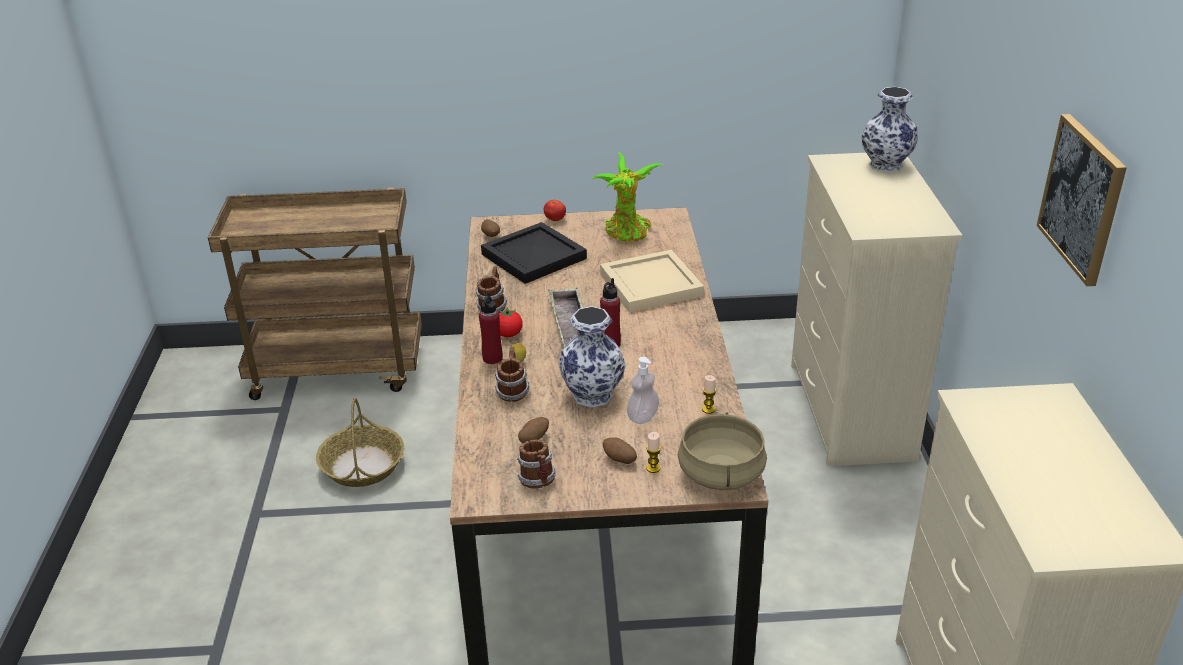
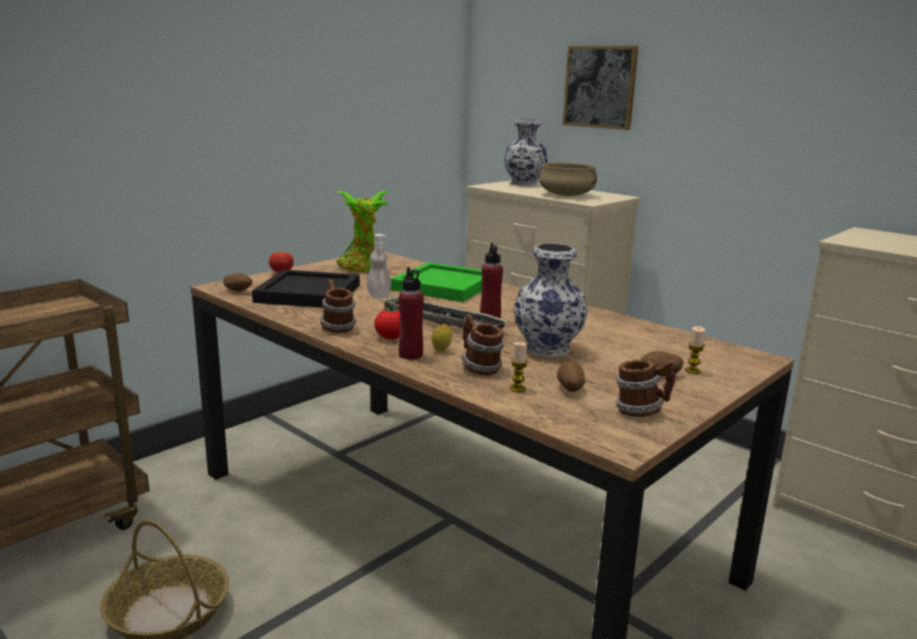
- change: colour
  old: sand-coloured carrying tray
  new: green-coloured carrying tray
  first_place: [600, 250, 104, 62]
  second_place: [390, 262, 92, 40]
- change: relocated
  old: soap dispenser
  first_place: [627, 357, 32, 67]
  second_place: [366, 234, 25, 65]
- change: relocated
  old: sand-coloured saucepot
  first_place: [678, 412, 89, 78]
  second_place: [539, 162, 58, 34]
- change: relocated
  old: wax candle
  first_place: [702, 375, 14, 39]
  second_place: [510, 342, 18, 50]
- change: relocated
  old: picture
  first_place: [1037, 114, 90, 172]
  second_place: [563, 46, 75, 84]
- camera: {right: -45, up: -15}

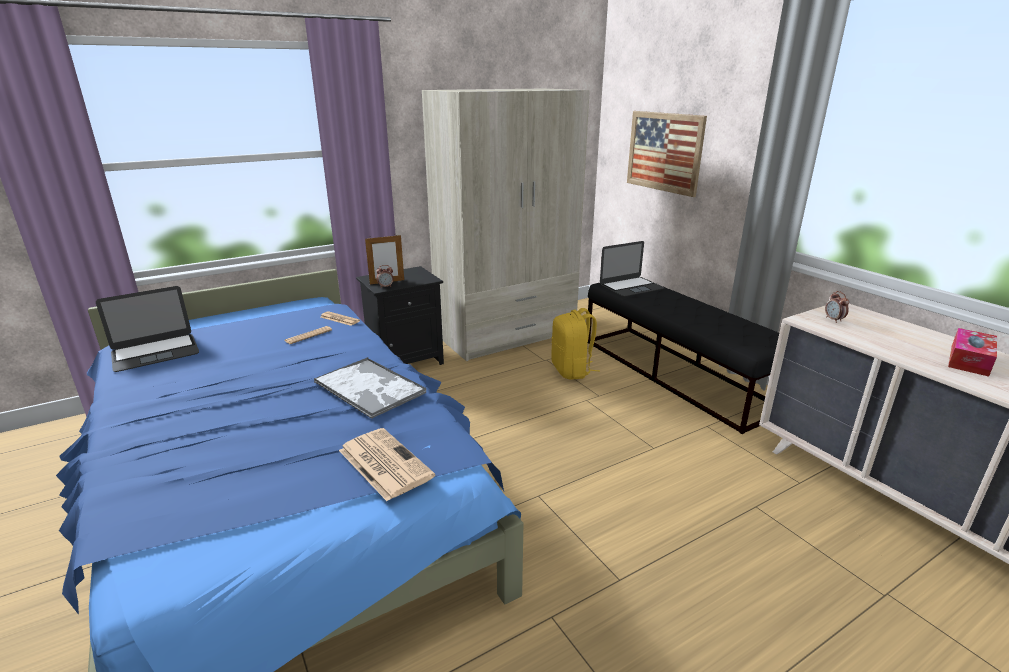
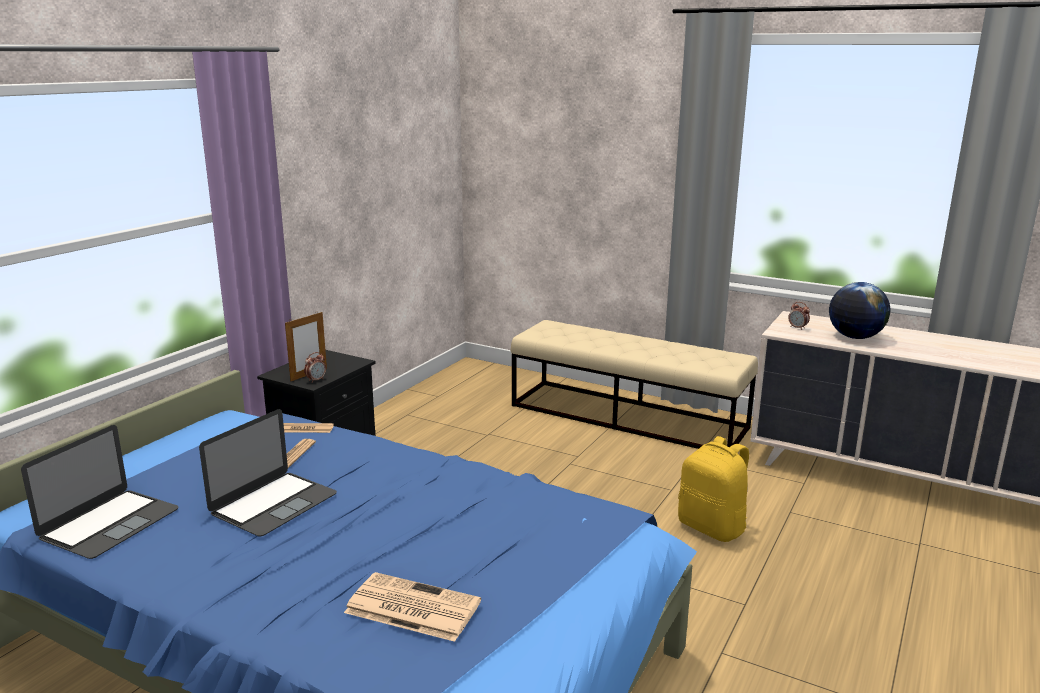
- change: missing
  old: carrying tray
  first_place: [314, 357, 113, 62]
- change: relocated
  old: daily paper
  first_place: [339, 428, 96, 73]
  second_place: [344, 572, 137, 70]
- change: missing
  old: sand-coloured wardrobe
  first_place: [422, 89, 168, 272]
- change: relocated
  old: yellow-coloured backpack
  first_place: [551, 308, 49, 72]
  second_place: [678, 436, 71, 106]
- change: colour
  old: blackish long seat
  new: sand-coloured long seat
  first_place: [588, 283, 191, 151]
  second_place: [511, 320, 247, 129]
- change: relocated
  old: portable computer
  first_place: [600, 241, 65, 56]
  second_place: [199, 409, 138, 127]
- change: missing
  old: picture
  first_place: [627, 111, 80, 86]
- change: missing
  old: box of tissues
  first_place: [948, 328, 49, 49]
- change: appeared
  new: world globe
  second_place: [829, 282, 62, 57]
- camera: {right: -30, up: -5}

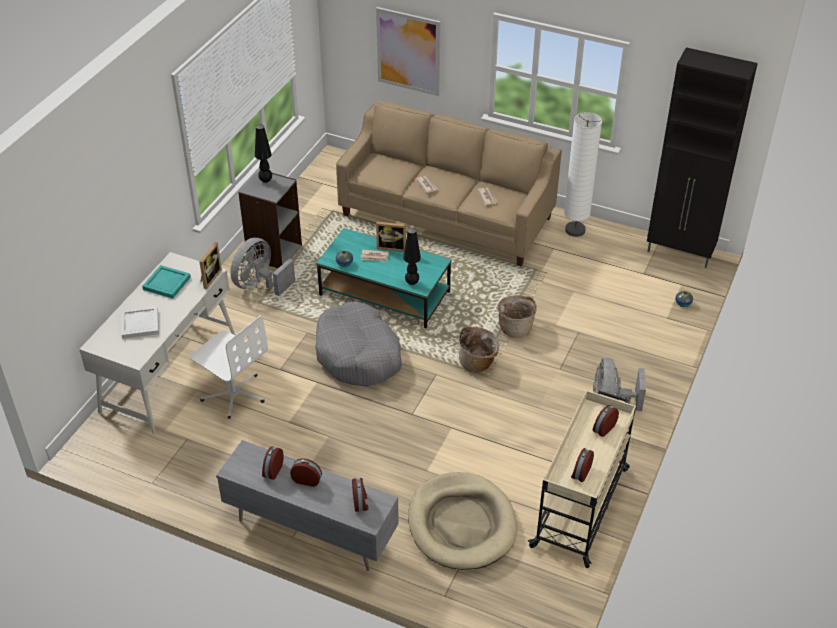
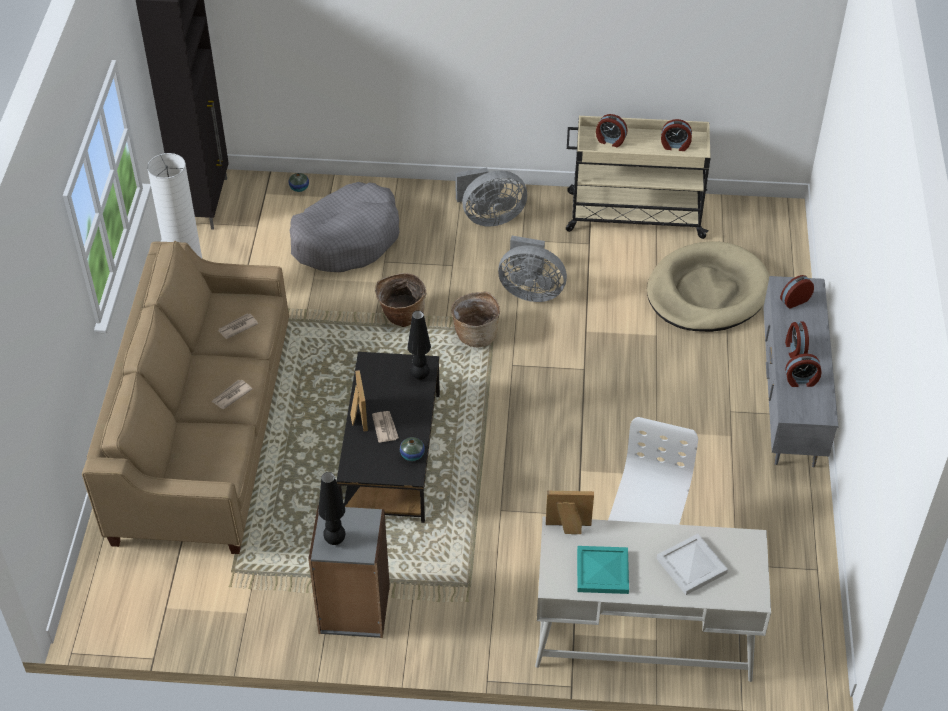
- change: relocated
  old: gray fan
  first_place: [230, 237, 65, 59]
  second_place: [498, 236, 69, 66]
- change: colour
  old: turquoise-coloured lounge table
  new: blackish lounge table
  first_place: [316, 228, 136, 100]
  second_place: [336, 352, 104, 171]
- change: relocated
  old: gray dog cushion
  first_place: [316, 301, 86, 86]
  second_place: [290, 182, 110, 90]
- change: missing
  old: picture
  first_place: [376, 7, 64, 89]
- camera: {right: -110, up: 5}

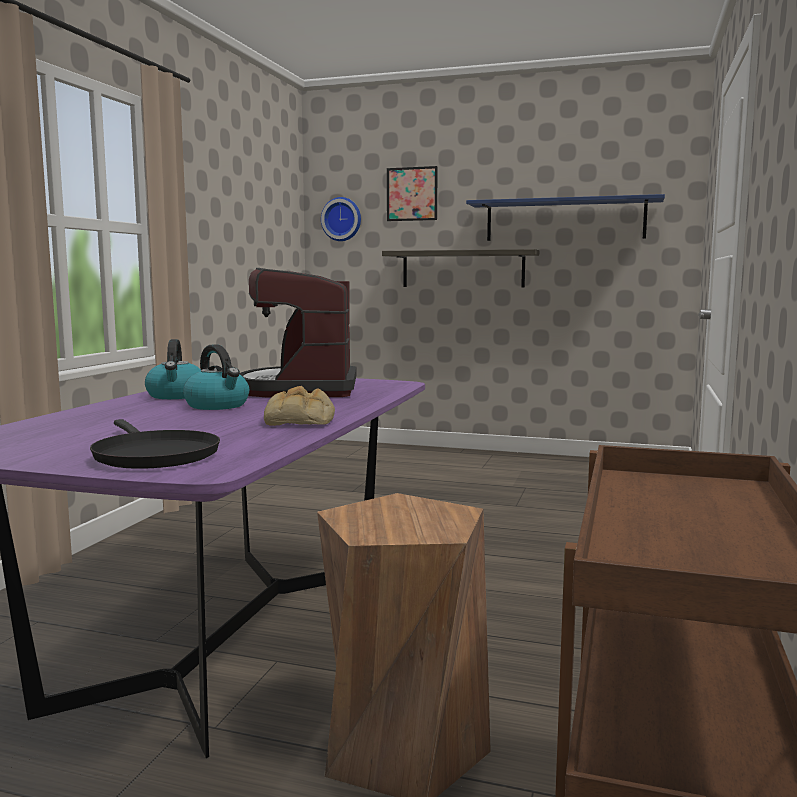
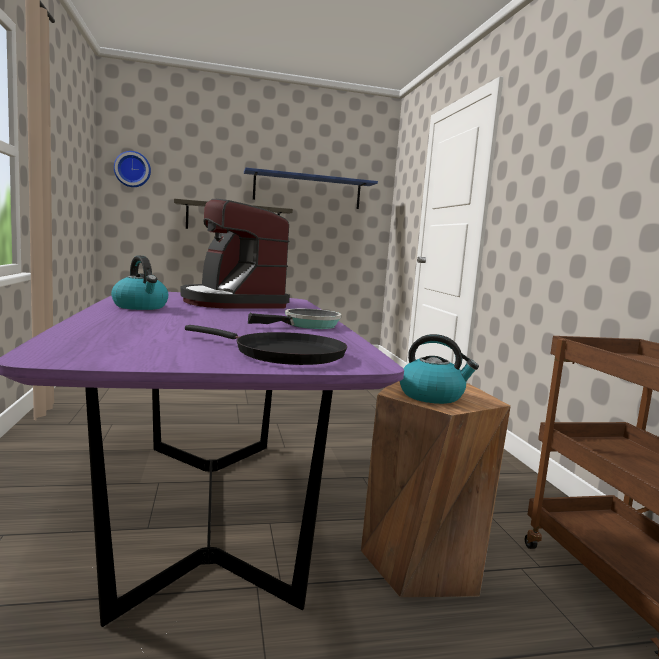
- change: relocated
  old: kettle
  first_place: [183, 344, 66, 66]
  second_place: [400, 334, 79, 70]
- change: exchanged
  old: baked bread
  new: frying pan
  first_place: [264, 386, 71, 40]
  second_place: [248, 308, 94, 21]
- change: missing
  old: picture
  first_place: [387, 166, 51, 55]
- camera: {right: -30, up: 0}

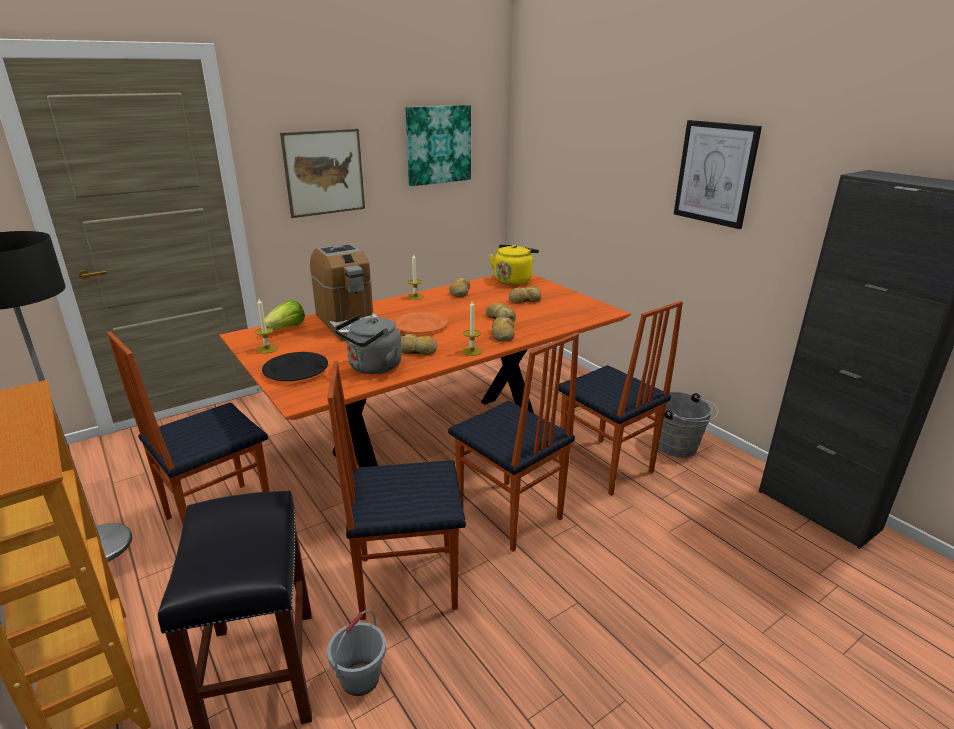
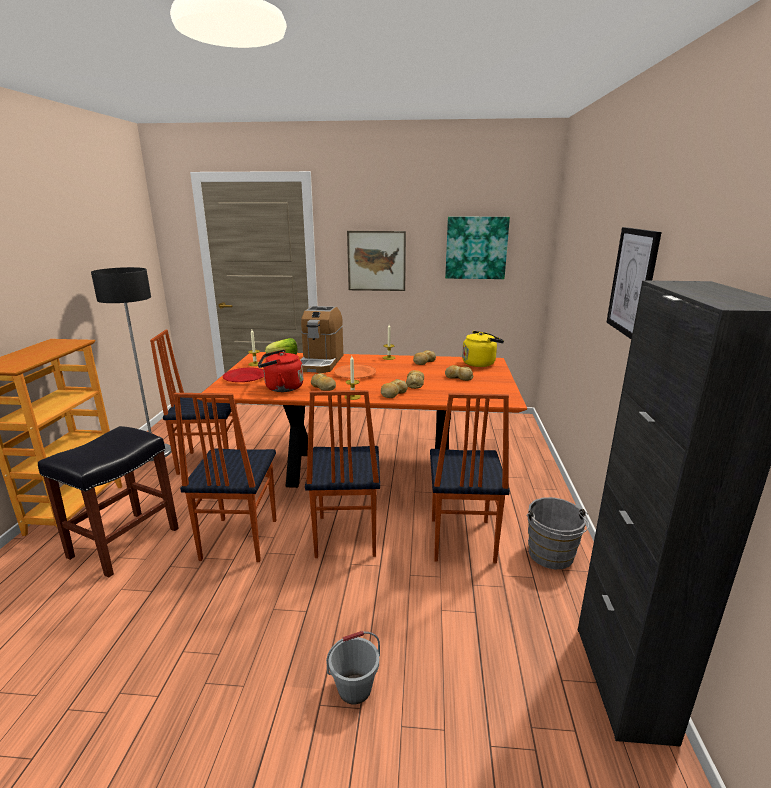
- change: colour
  old: blackish flat dish
  new: red-coloured flat dish
  first_place: [262, 352, 66, 29]
  second_place: [223, 368, 41, 14]
- change: spun
  old: chair
  first_place: [327, 361, 139, 259]
  second_place: [174, 393, 102, 169]
  degrees: -120
- change: relocated
  old: gray bucket
  first_place: [327, 609, 59, 87]
  second_place: [326, 631, 54, 73]
- change: colour
  old: gray kettle
  new: red-coloured kettle
  first_place: [335, 315, 67, 59]
  second_place: [258, 350, 45, 42]
- camera: {right: 40, up: -5}

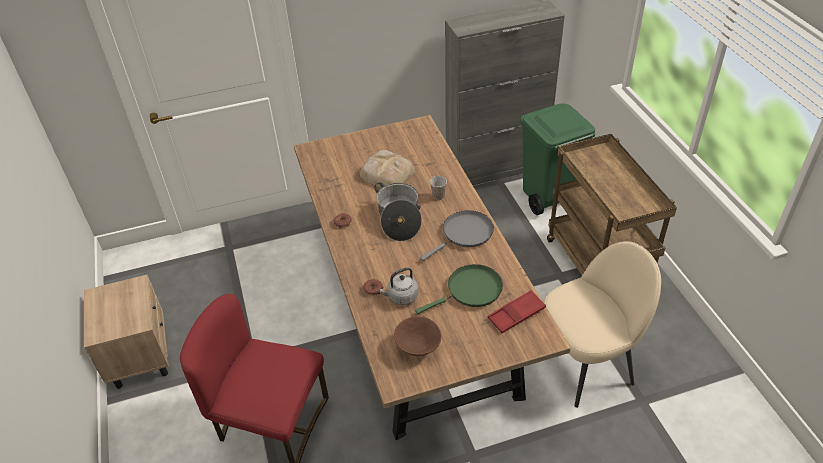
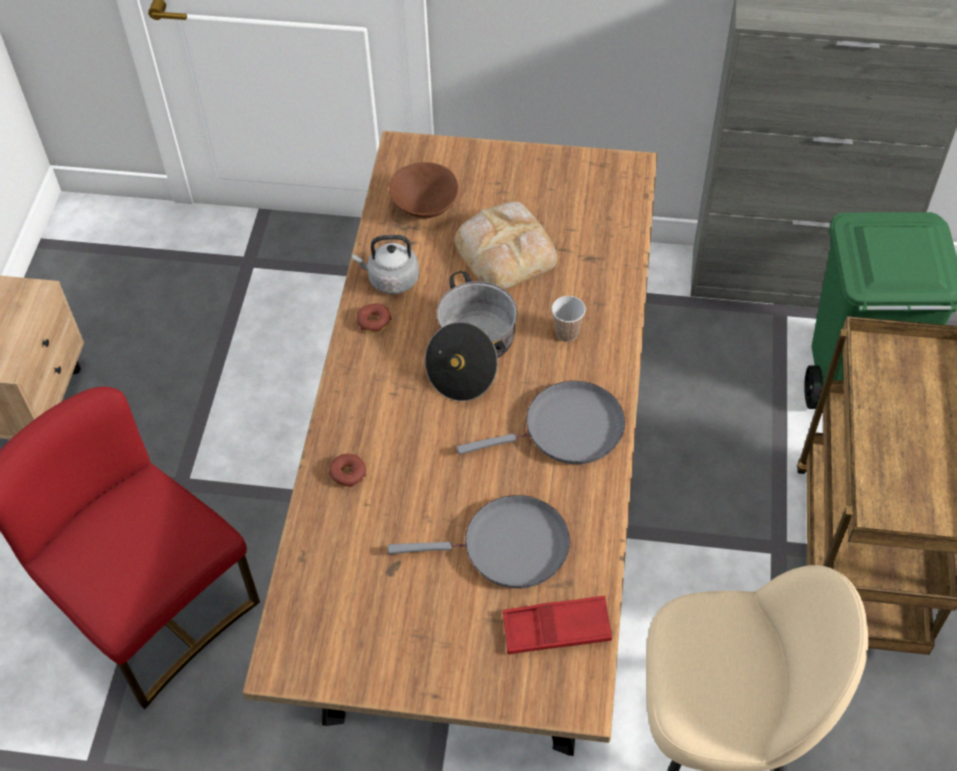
- change: relocated
  old: gray kettle
  first_place: [379, 267, 39, 38]
  second_place: [352, 235, 67, 59]
- change: relocated
  old: brown-coloured bowl
  first_place: [394, 316, 47, 40]
  second_place: [389, 162, 69, 56]
- change: colour
  old: green-coloured frying pan
  new: gray frying pan
  first_place: [415, 264, 88, 50]
  second_place: [388, 495, 182, 93]
- camera: {right: 25, up: 10}

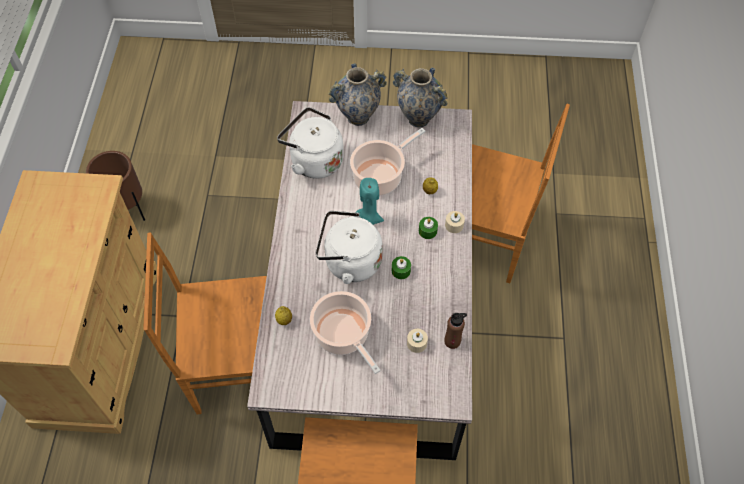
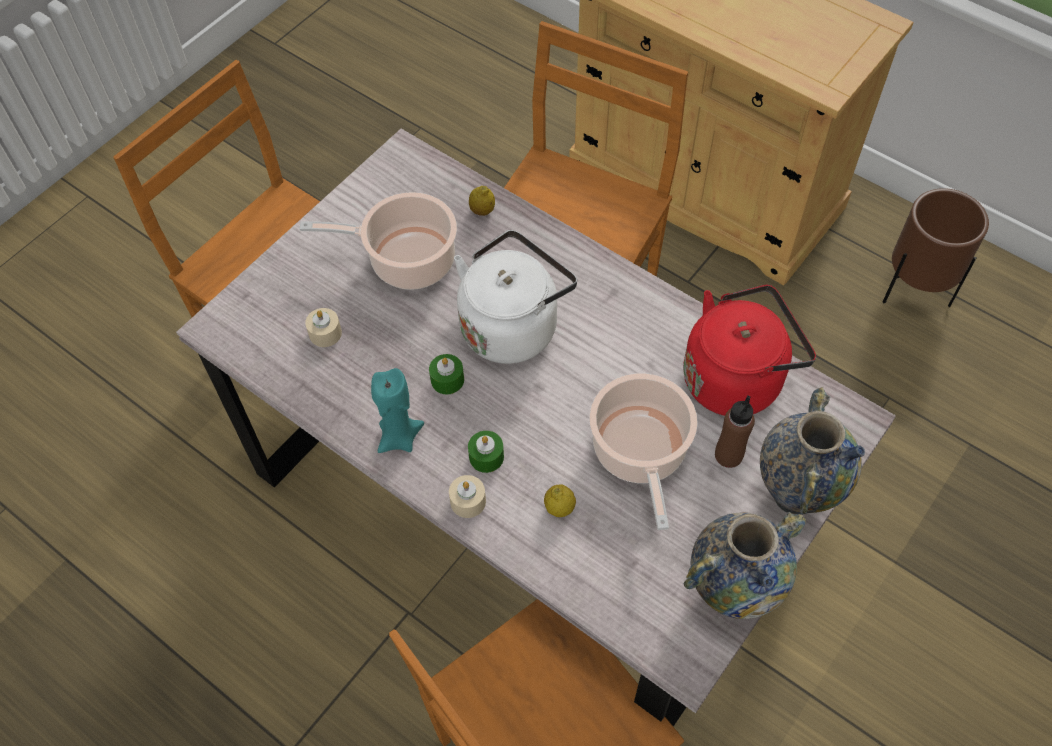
- change: colour
  old: white-coloured kettle
  new: red-coloured kettle
  first_place: [277, 107, 67, 72]
  second_place: [683, 284, 133, 132]
- change: relocated
  old: turquoise-coloured wax candle
  first_place: [356, 178, 28, 47]
  second_place: [371, 368, 53, 85]
- change: relocated
  old: brown-coloured drink bottle
  first_place: [444, 313, 23, 36]
  second_place: [715, 395, 40, 73]
- camera: {right: 125, up: 0}

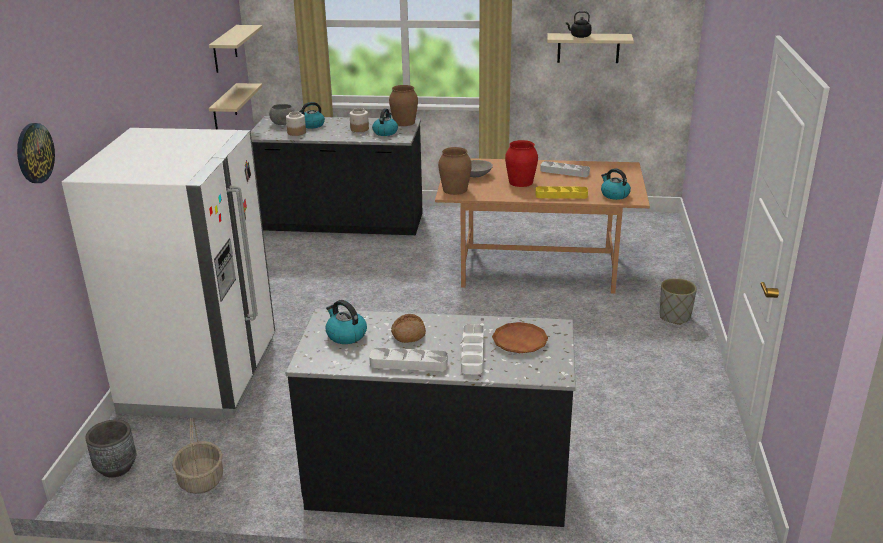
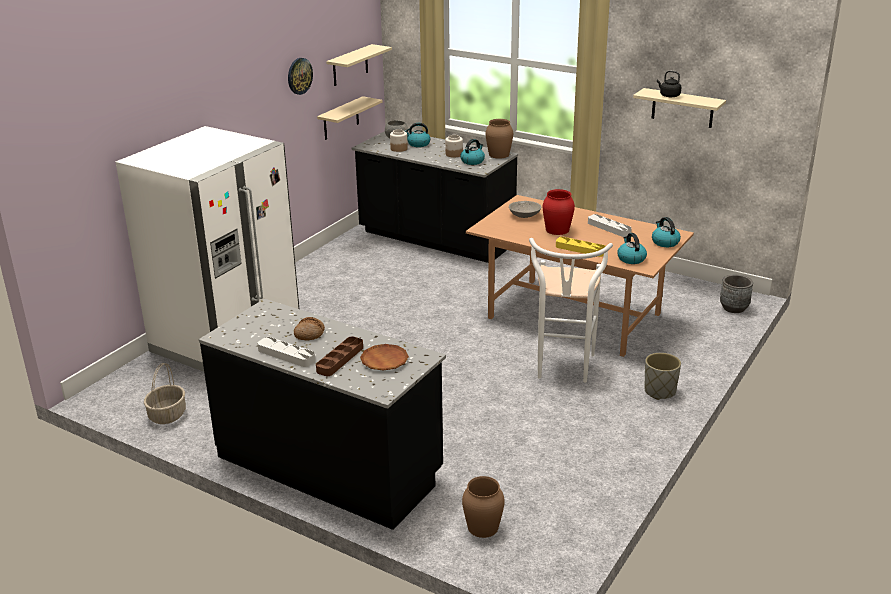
- change: relocated
  old: clock on the wall
  first_place: [17, 123, 38, 60]
  second_place: [288, 58, 25, 37]
- change: relocated
  old: gray plant pot
  first_place: [85, 419, 51, 59]
  second_place: [720, 275, 33, 38]
- change: relocated
  old: kettle
  first_place: [325, 300, 42, 44]
  second_place: [652, 217, 29, 30]
- change: relocated
  old: brown-coloured flower vase
  first_place: [438, 147, 34, 48]
  second_place: [462, 476, 43, 62]
- change: colour
  old: white-coloured carrying tray
  new: brown-coloured carrying tray
  first_place: [461, 324, 23, 50]
  second_place: [316, 336, 47, 40]
- change: appeared
  new: white-coloured sitting stool
  second_place: [529, 238, 84, 145]
- camera: {right: 25, up: 0}

